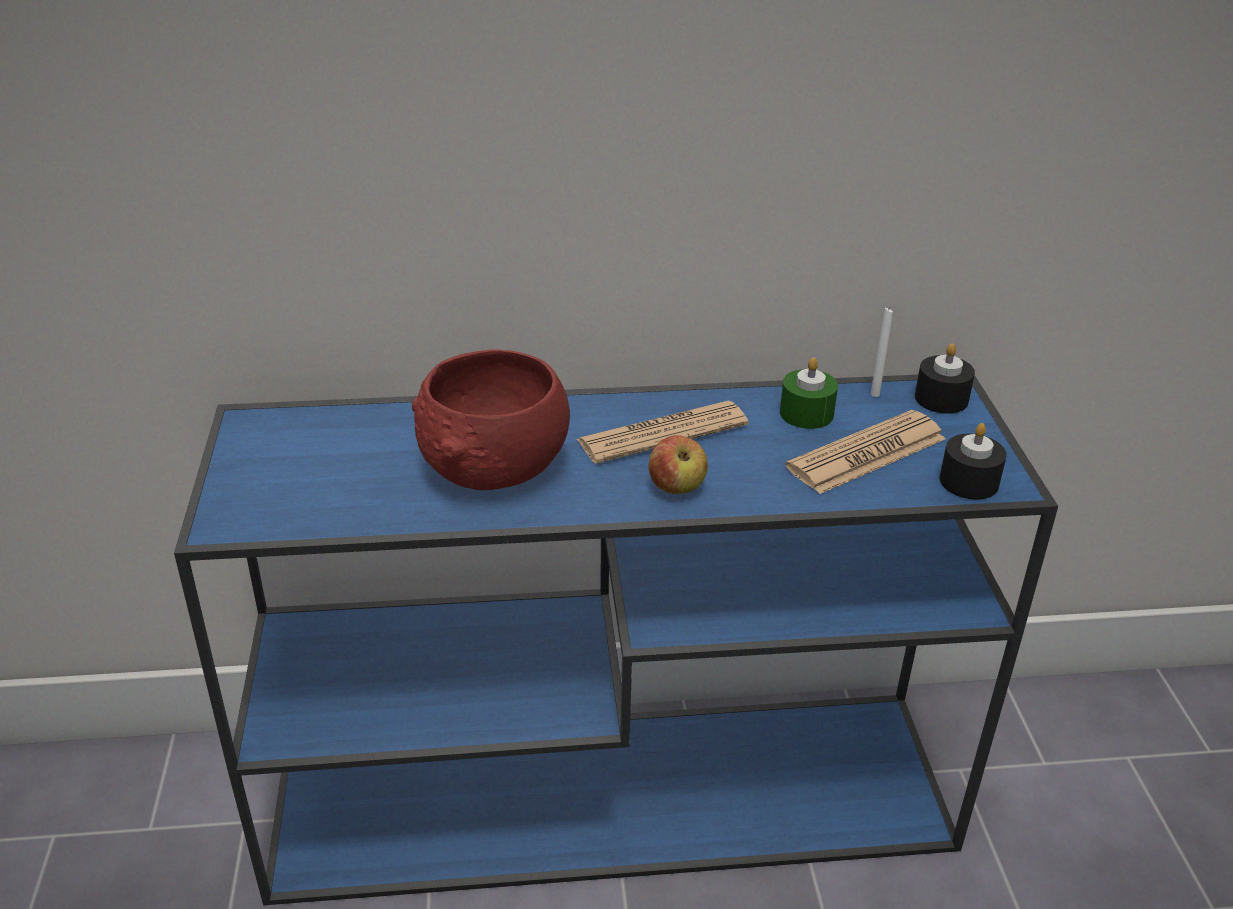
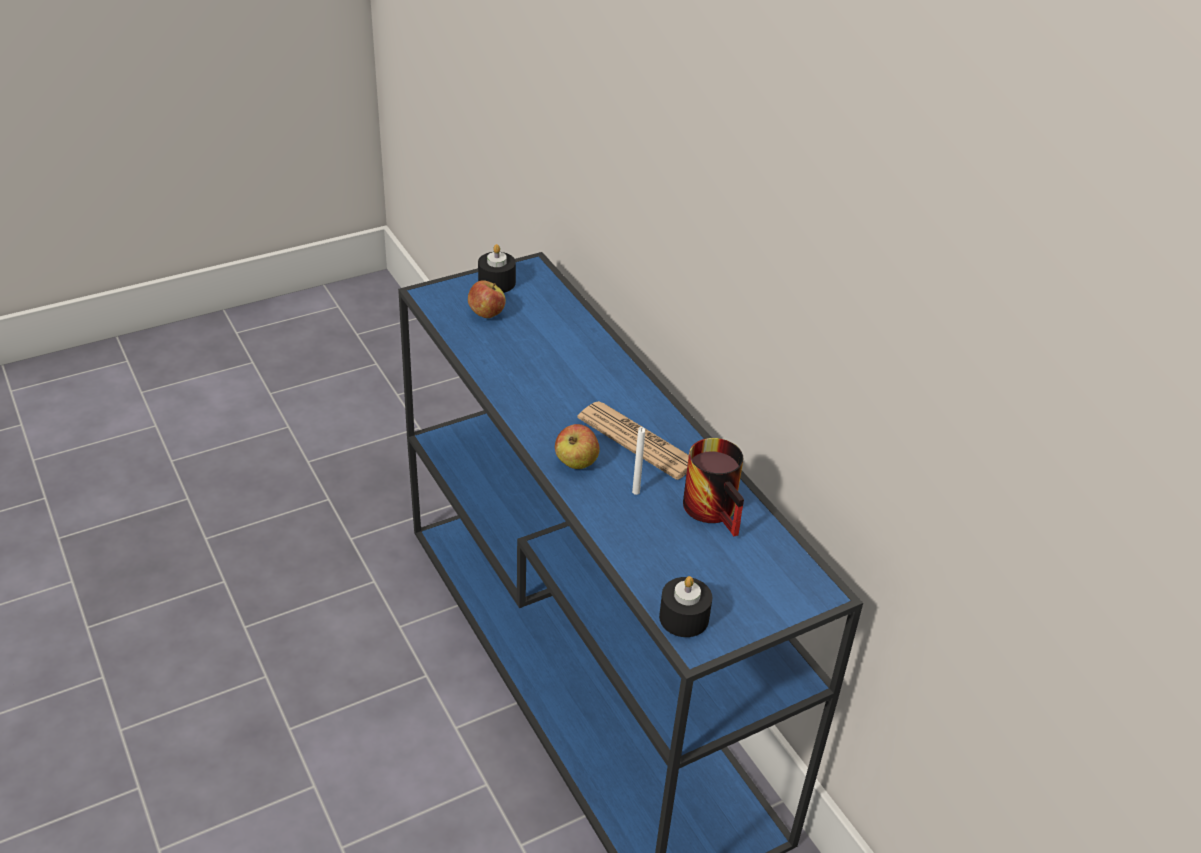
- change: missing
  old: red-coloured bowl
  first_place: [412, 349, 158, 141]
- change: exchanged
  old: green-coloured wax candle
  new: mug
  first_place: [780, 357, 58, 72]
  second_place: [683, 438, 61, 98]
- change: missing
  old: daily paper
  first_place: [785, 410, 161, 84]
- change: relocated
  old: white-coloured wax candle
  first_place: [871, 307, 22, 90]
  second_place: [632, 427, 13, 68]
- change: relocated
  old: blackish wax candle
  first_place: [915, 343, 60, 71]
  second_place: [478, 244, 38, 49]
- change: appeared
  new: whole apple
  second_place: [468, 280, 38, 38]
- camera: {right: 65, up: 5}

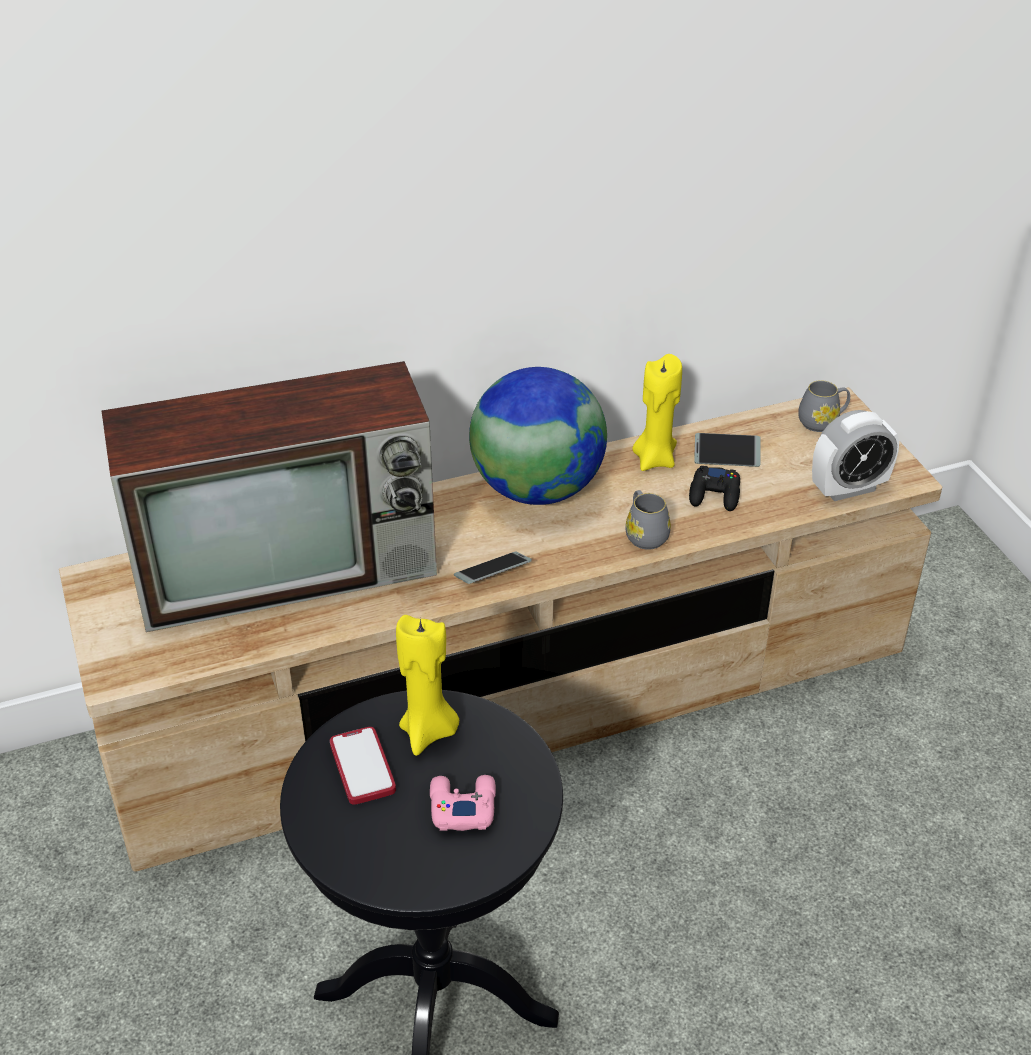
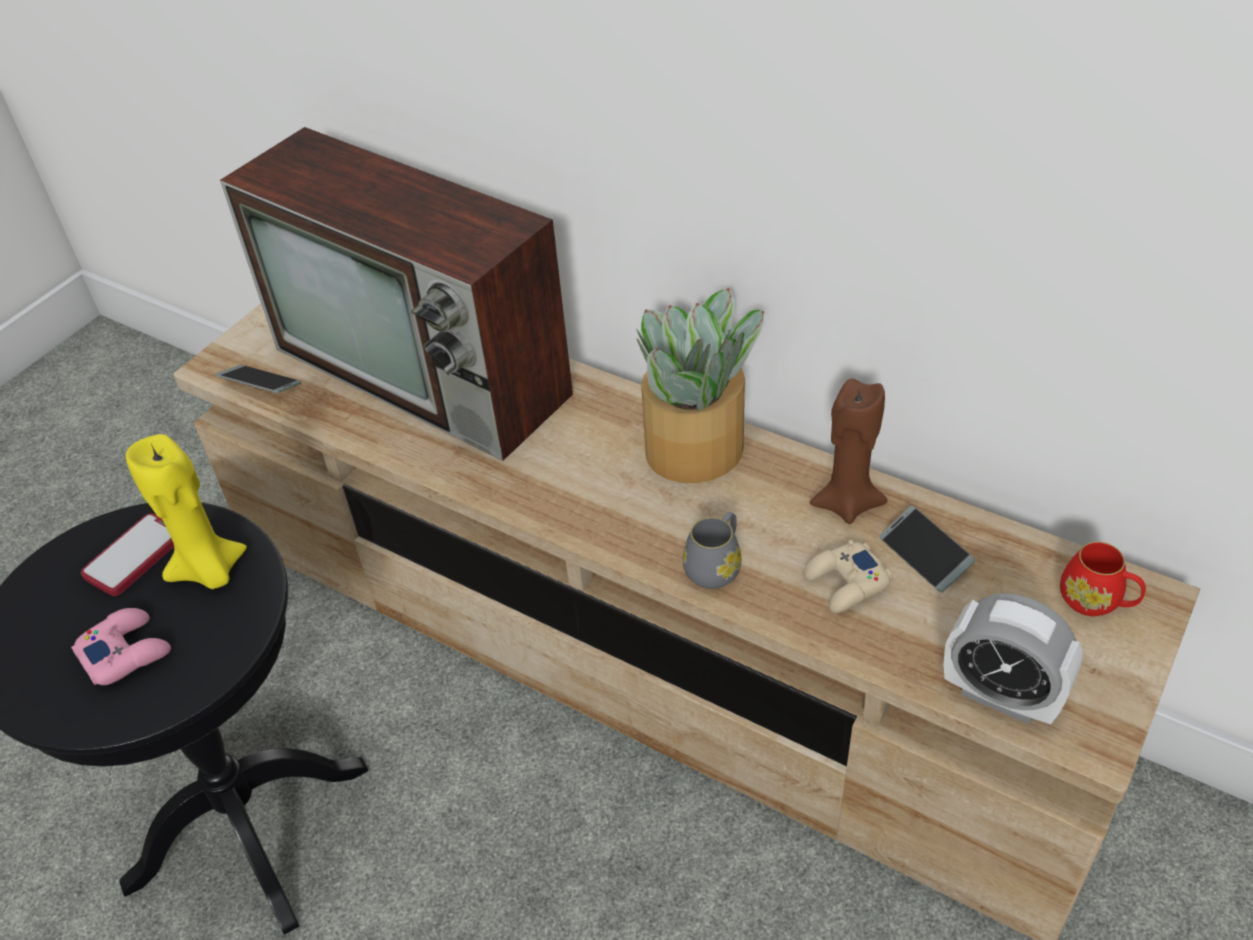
- change: relocated
  old: phone
  first_place: [454, 551, 78, 33]
  second_place: [215, 365, 86, 28]
- change: exchanged
  old: world globe
  new: houseplant
  first_place: [469, 367, 138, 138]
  second_place: [636, 288, 128, 195]
- change: colour
  old: yellow-coloured wax candle
  new: brown-coloured wax candle
  first_place: [632, 354, 50, 117]
  second_place: [810, 379, 78, 145]
- change: colour
  old: blackish joypad
  new: sand-coloured joypad
  first_place: [689, 466, 51, 45]
  second_place: [804, 540, 88, 73]
- change: colour
  old: gray mug
  new: red-coloured mug
  first_place: [798, 380, 52, 52]
  second_place: [1060, 542, 86, 74]
- camera: {right: 55, up: 5}

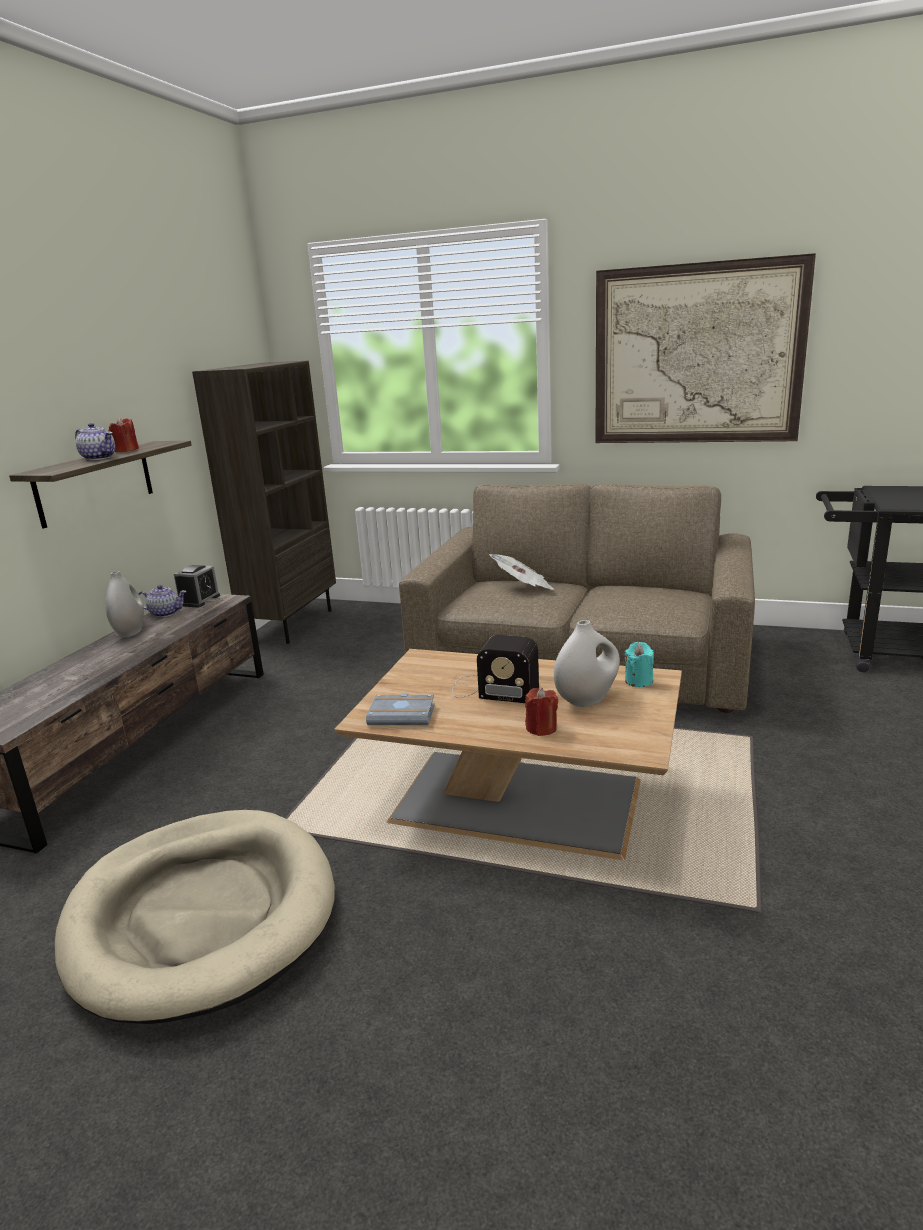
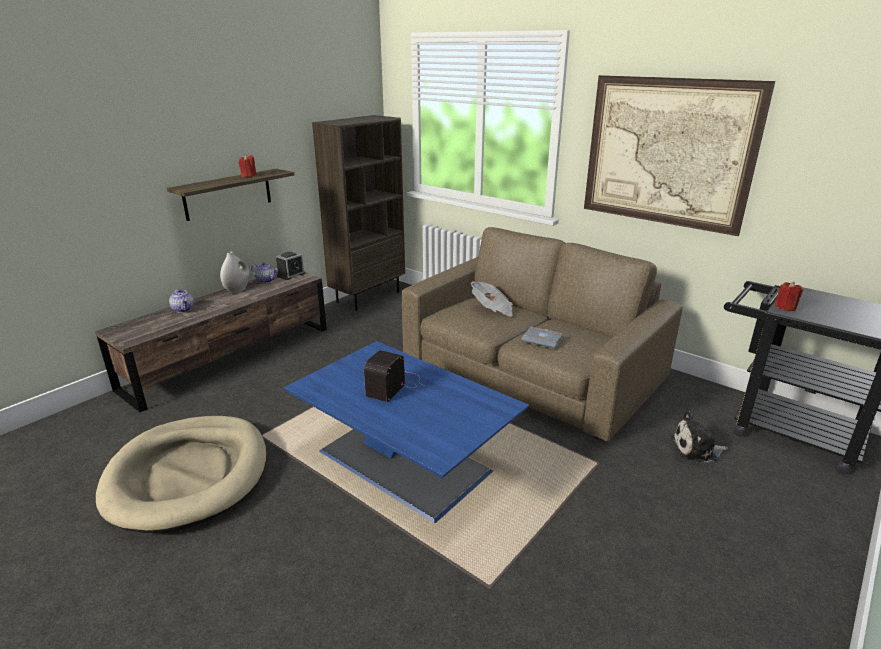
- change: relocated
  old: pot for tea
  first_place: [75, 423, 40, 37]
  second_place: [169, 289, 25, 24]
- change: colour
  old: brown-coloured lounge table
  new: blue-coloured lounge table
  first_place: [334, 649, 348, 211]
  second_place: [284, 341, 245, 182]
- change: relocated
  old: gray book
  first_place: [366, 693, 69, 32]
  second_place: [522, 327, 41, 22]
- change: spun
  old: radio set
  first_place: [452, 635, 87, 68]
  second_place: [364, 350, 61, 52]
  degrees: 75
- change: relocated
  old: red-coloured wax candle
  first_place: [525, 688, 33, 48]
  second_place: [775, 282, 28, 29]
- change: missing
  old: white-coloured flower vase
  first_place: [554, 620, 66, 87]
- change: missing
  old: turquoise-coloured wax candle
  first_place: [625, 642, 29, 45]
- change: appeared
  new: cuddly toy
  second_place: [671, 411, 57, 52]
- camera: {right: 20, up: 5}

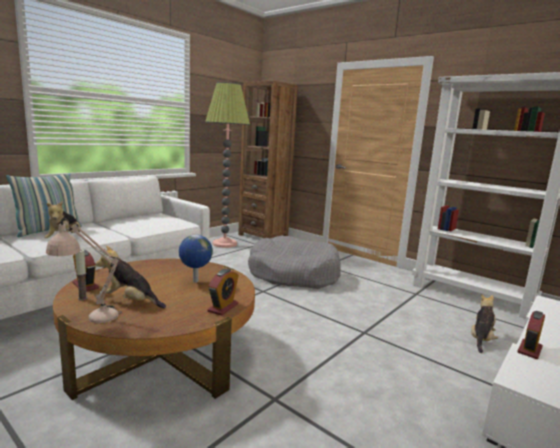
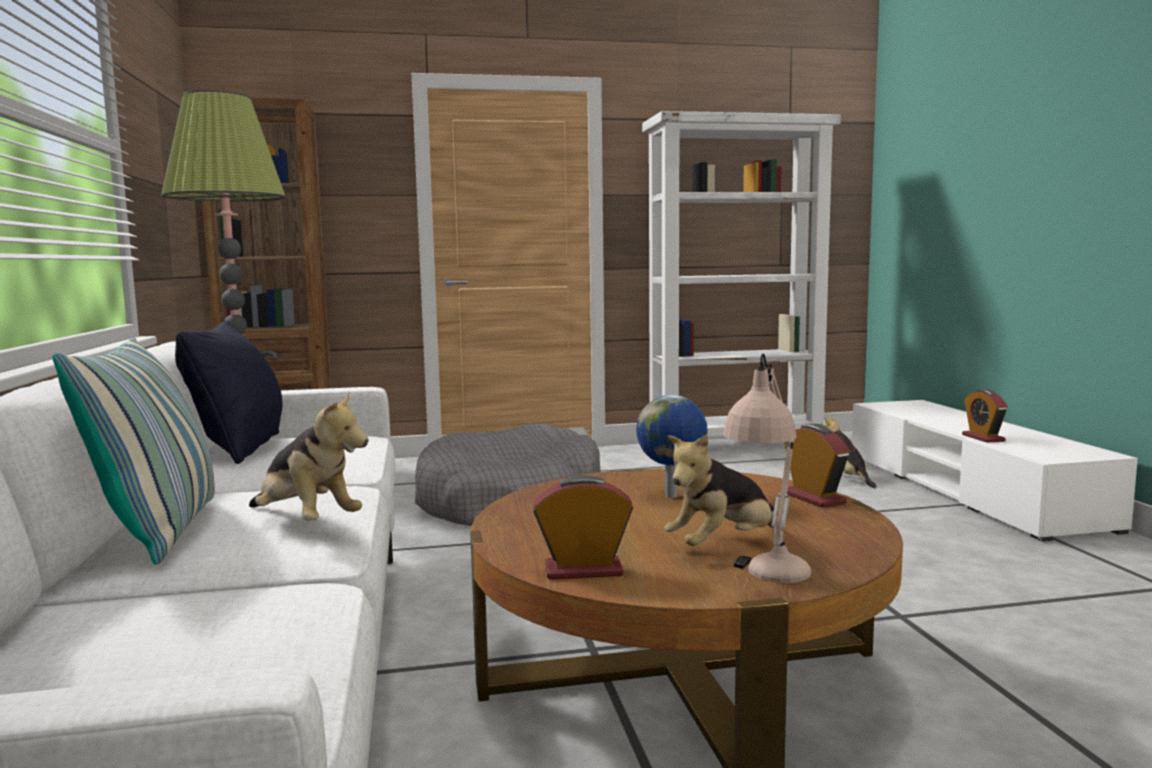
- change: missing
  old: wax candle
  first_place: [75, 250, 13, 51]
- change: appeared
  new: blackish throw pillow
  second_place: [175, 321, 108, 143]
- camera: {right: -50, up: -5}

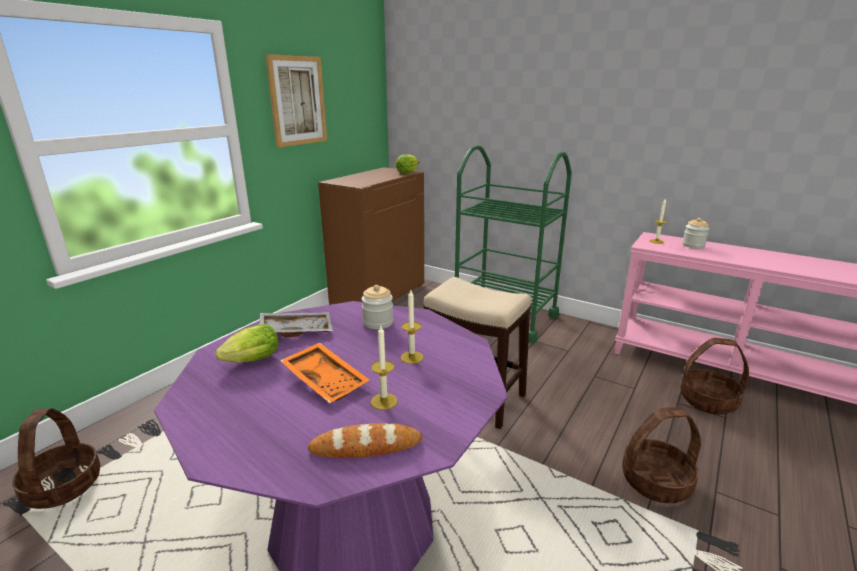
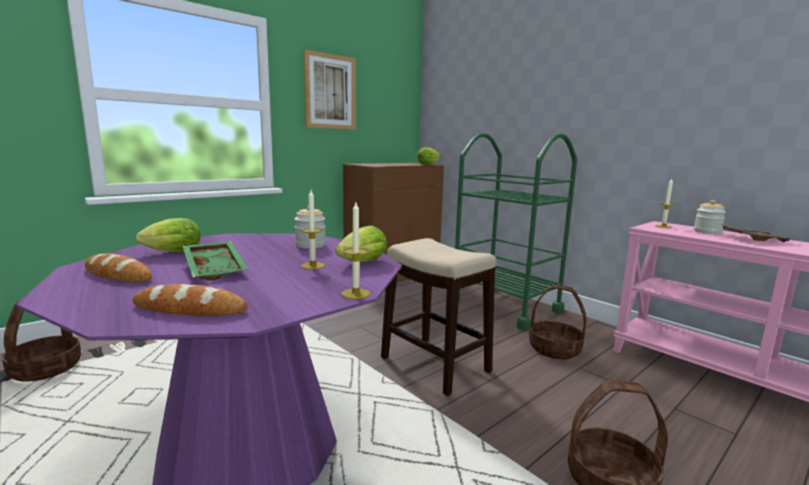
- change: relocated
  old: gray carrying tray
  first_place: [259, 312, 74, 25]
  second_place: [720, 224, 74, 18]
- change: colour
  old: orangey carrying tray
  new: green-coloured carrying tray
  first_place: [280, 343, 90, 60]
  second_place: [183, 241, 66, 40]
- change: relocated
  old: wax candle
  first_place: [371, 326, 26, 84]
  second_place: [342, 202, 28, 97]
- change: relocated
  old: household basket
  first_place: [680, 338, 69, 77]
  second_place: [529, 285, 58, 74]
- change: appeared
  new: baked bread
  second_place: [85, 254, 67, 28]
- change: appeared
  new: lettuce
  second_place: [335, 226, 52, 36]
- camera: {right: 15, up: -10}

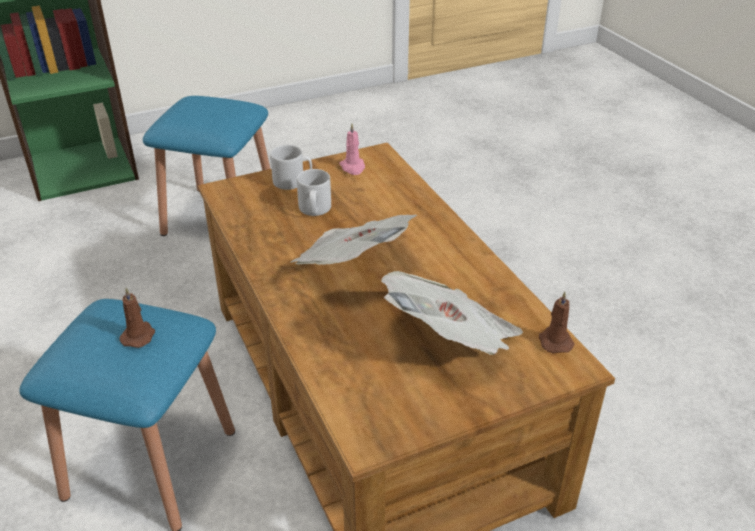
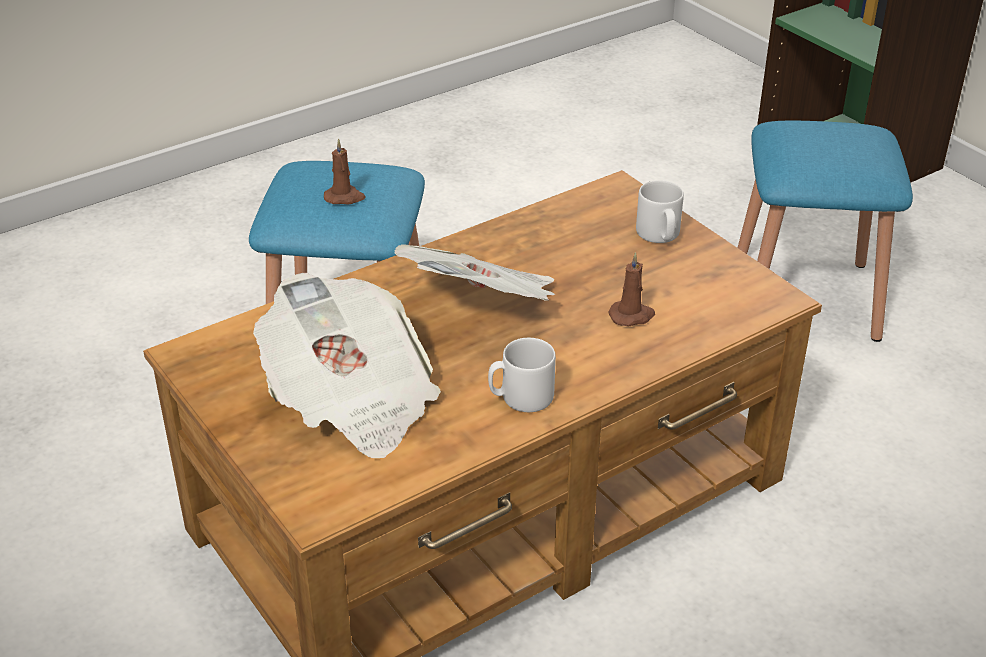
- change: relocated
  old: gray mug
  first_place: [297, 169, 34, 47]
  second_place: [488, 338, 68, 74]
- change: missing
  old: pink wax candle
  first_place: [339, 123, 26, 52]
- change: relocated
  old: brown-coloured wax candle
  first_place: [539, 292, 36, 61]
  second_place: [608, 252, 47, 75]
- camera: {right: 80, up: 0}

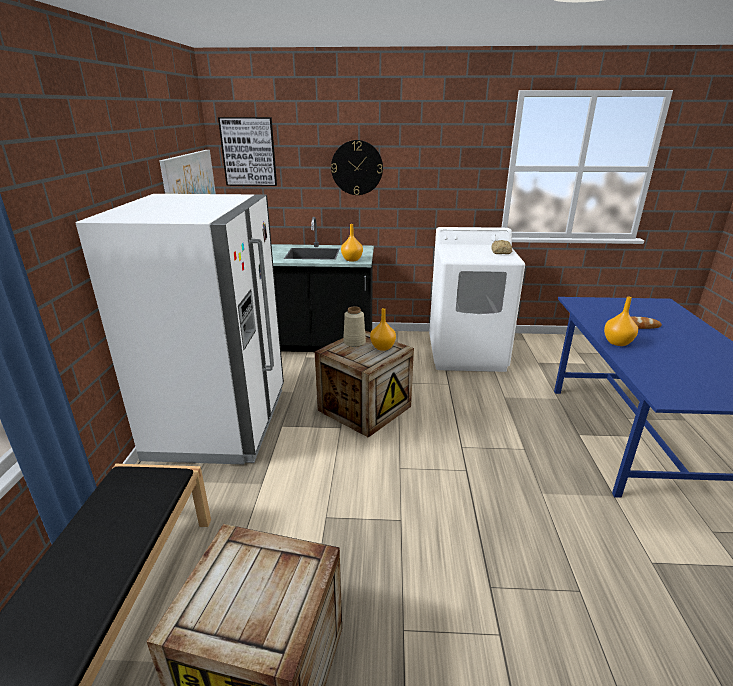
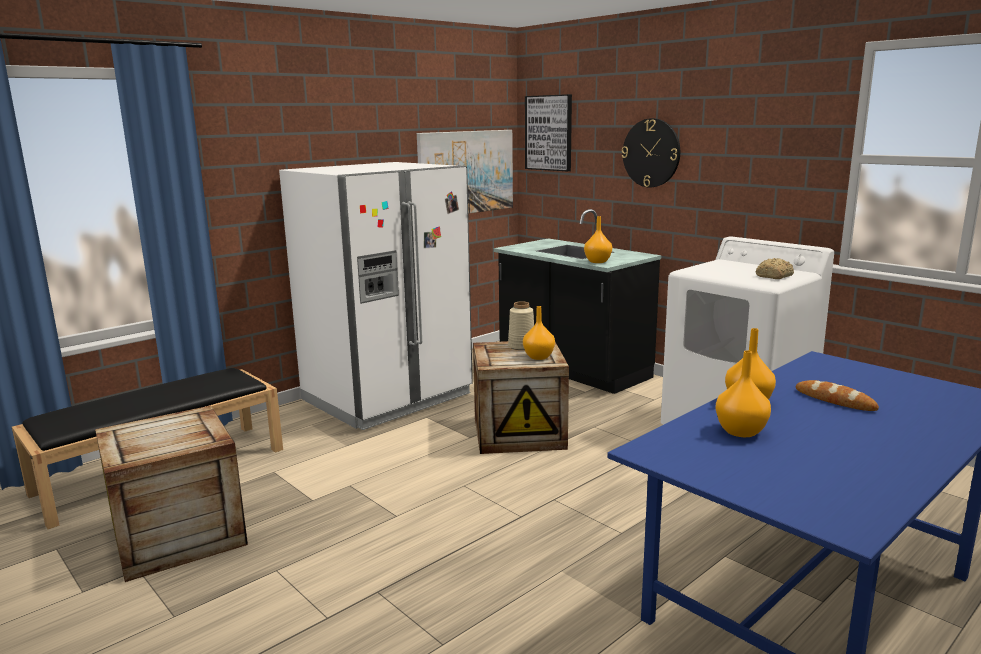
- change: appeared
  new: orangey flower vase
  second_place: [716, 350, 55, 87]
- camera: {right: 45, up: -10}

